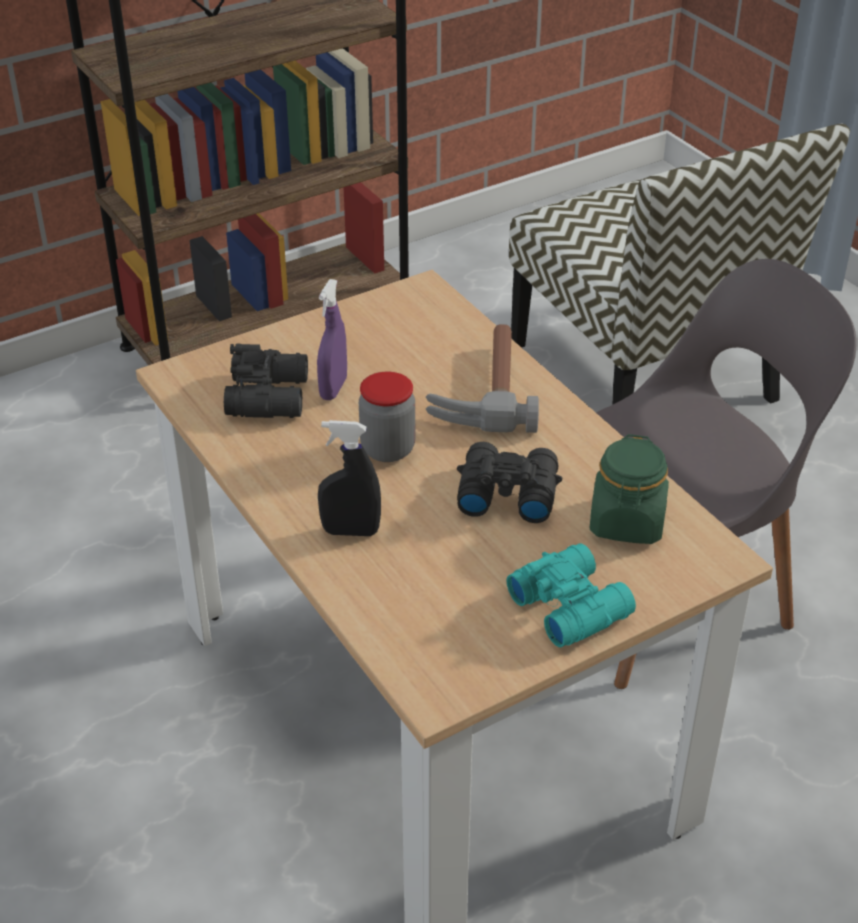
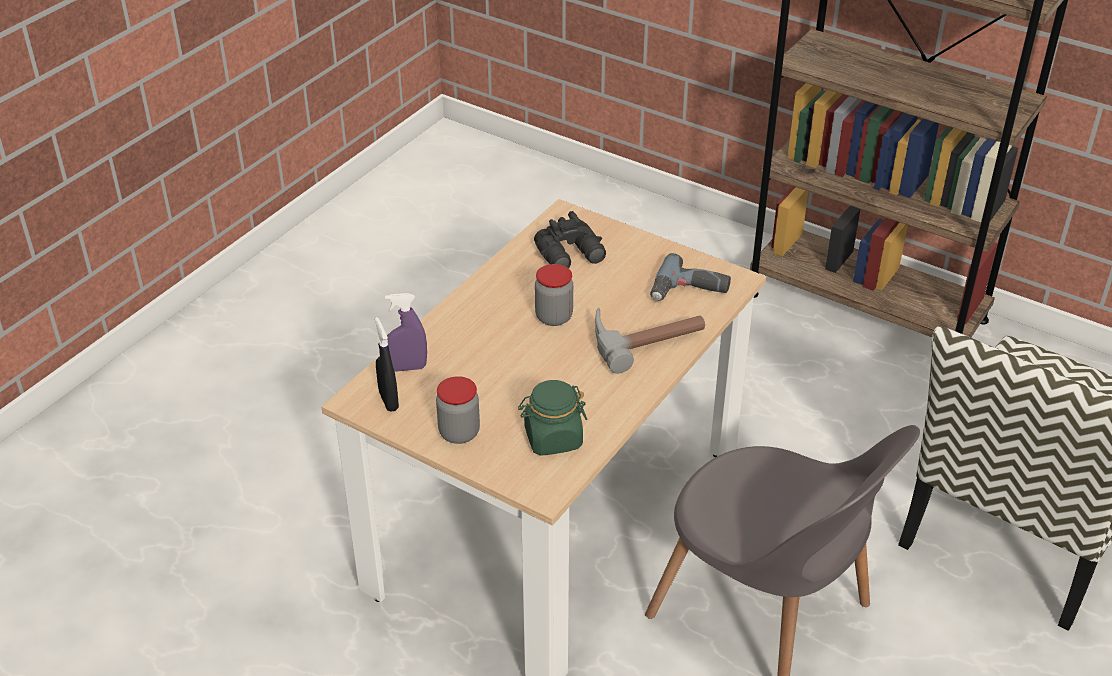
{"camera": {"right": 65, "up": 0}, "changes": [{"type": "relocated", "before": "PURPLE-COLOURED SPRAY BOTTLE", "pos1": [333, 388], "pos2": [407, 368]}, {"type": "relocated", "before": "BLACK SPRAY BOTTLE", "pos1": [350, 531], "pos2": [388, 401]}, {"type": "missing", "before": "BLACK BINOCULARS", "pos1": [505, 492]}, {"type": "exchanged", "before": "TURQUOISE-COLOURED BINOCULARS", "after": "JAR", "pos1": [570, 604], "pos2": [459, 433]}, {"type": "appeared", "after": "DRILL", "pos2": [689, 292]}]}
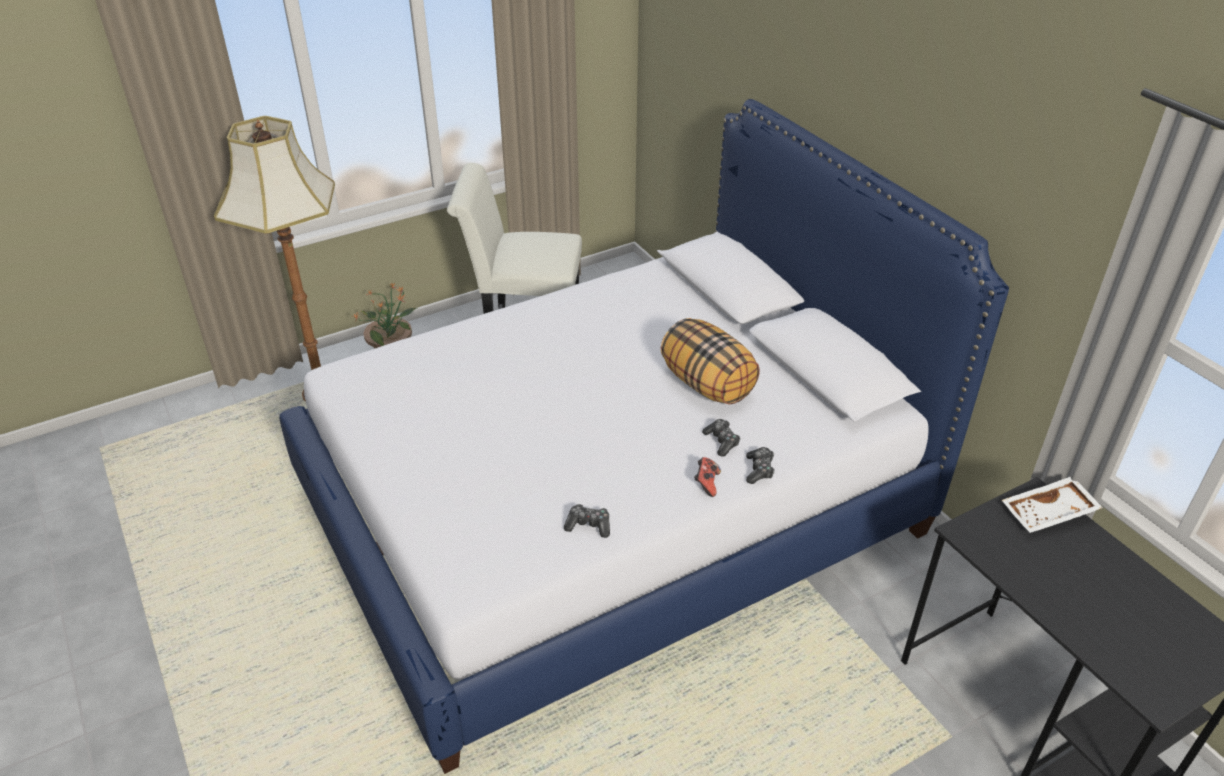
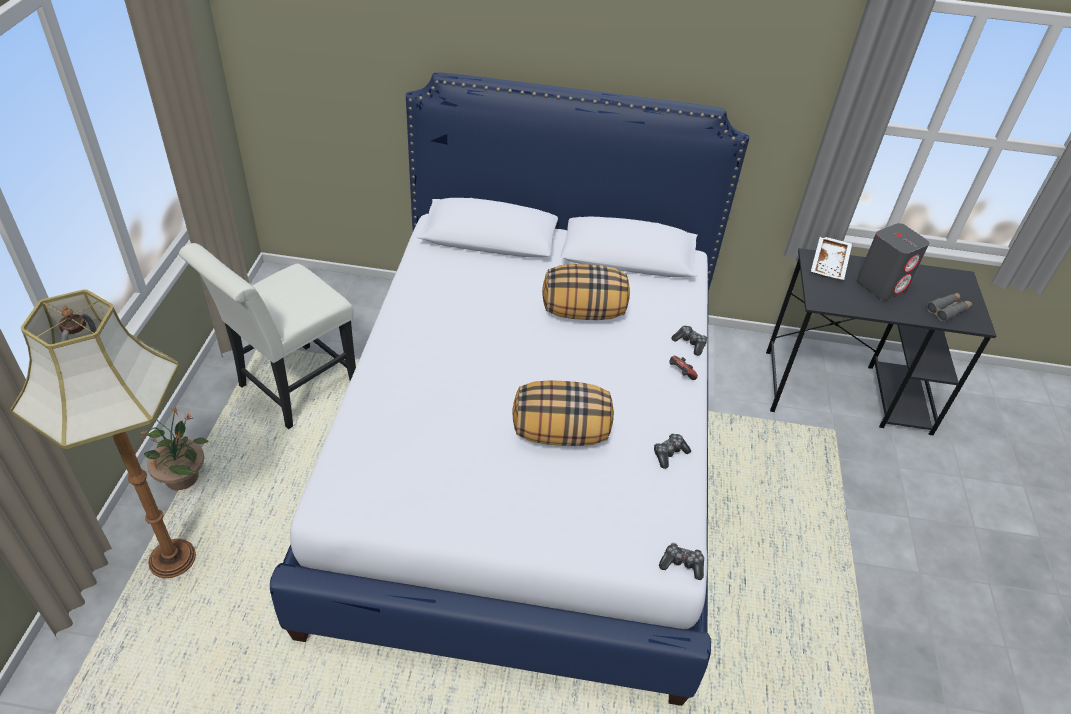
{"camera": {"right": -55, "up": 5}, "changes": [{"type": "relocated", "before": "JOYPAD", "pos1": [721, 441], "pos2": [682, 564]}, {"type": "appeared", "after": "CUSHION", "pos2": [561, 433]}, {"type": "appeared", "after": "GRAY LOUDSPEAKER", "pos2": [881, 285]}, {"type": "appeared", "after": "GRAY BINOCULARS", "pos2": [947, 310]}]}
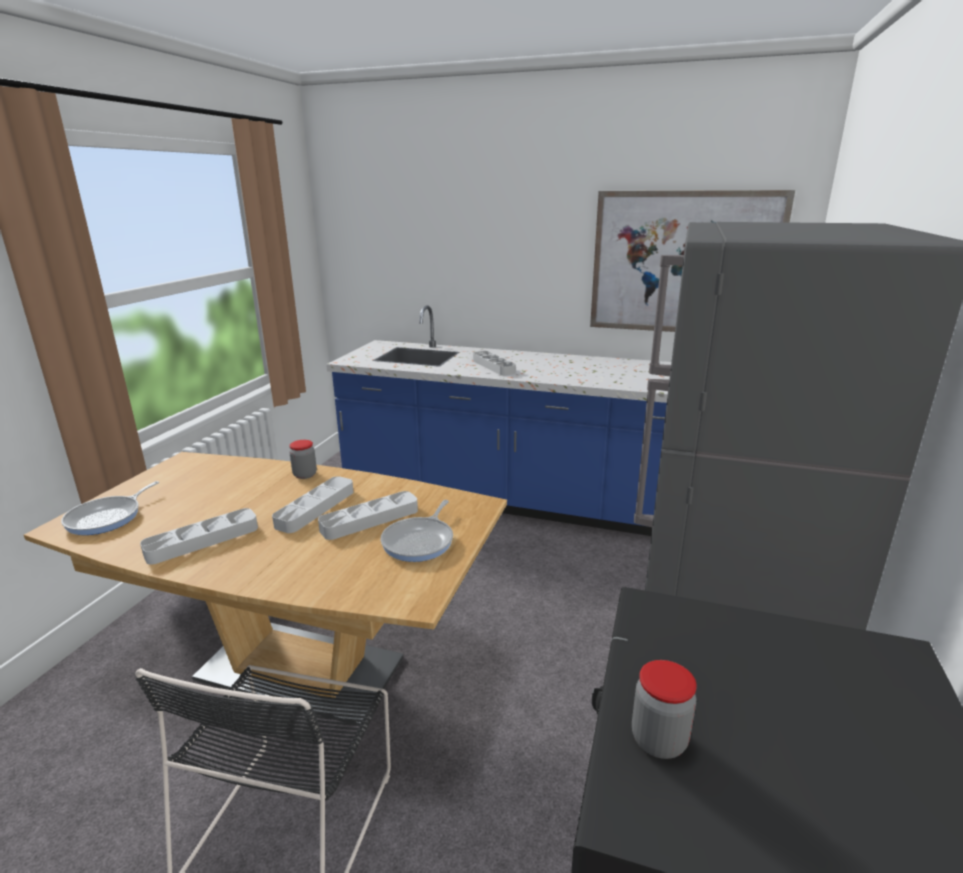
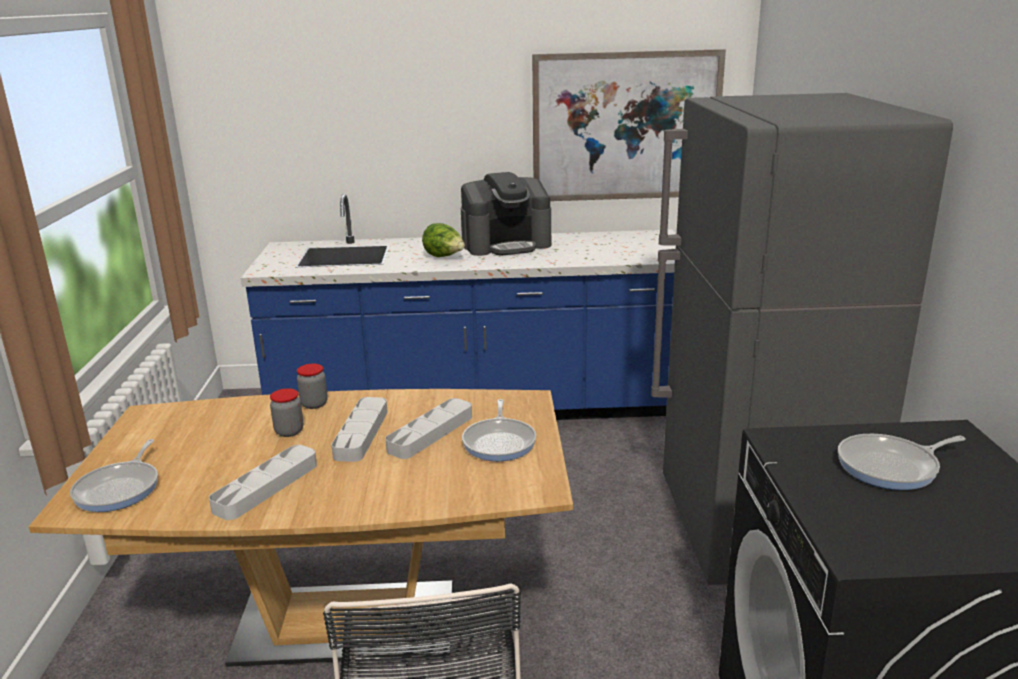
{"camera": {"right": -20, "up": 0}, "changes": [{"type": "exchanged", "before": "GRAY CARRYING TRAY", "after": "LETTUCE", "pos1": [493, 366], "pos2": [444, 257]}, {"type": "relocated", "before": "JAR", "pos1": [659, 740], "pos2": [289, 431]}, {"type": "appeared", "after": "COFFEE MACHINE", "pos2": [506, 245]}, {"type": "appeared", "after": "SKILLET", "pos2": [892, 467]}]}
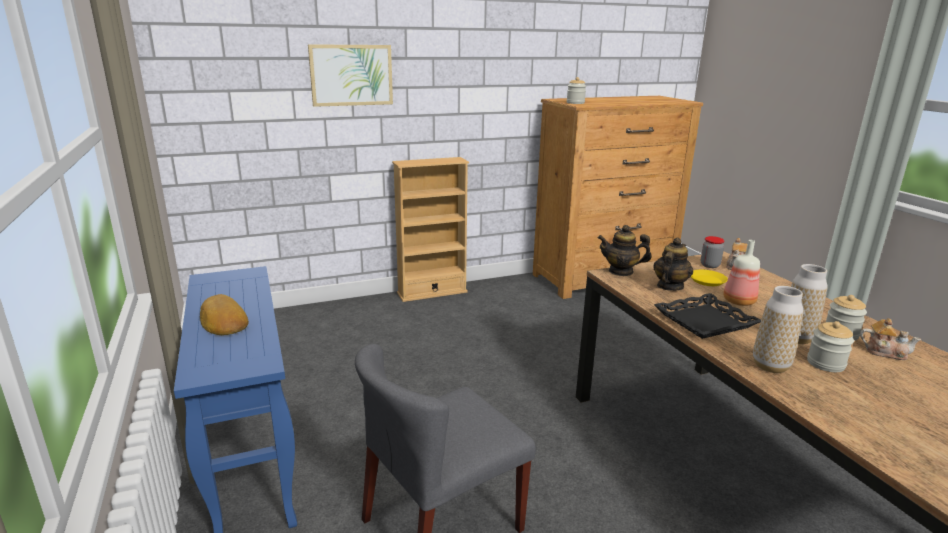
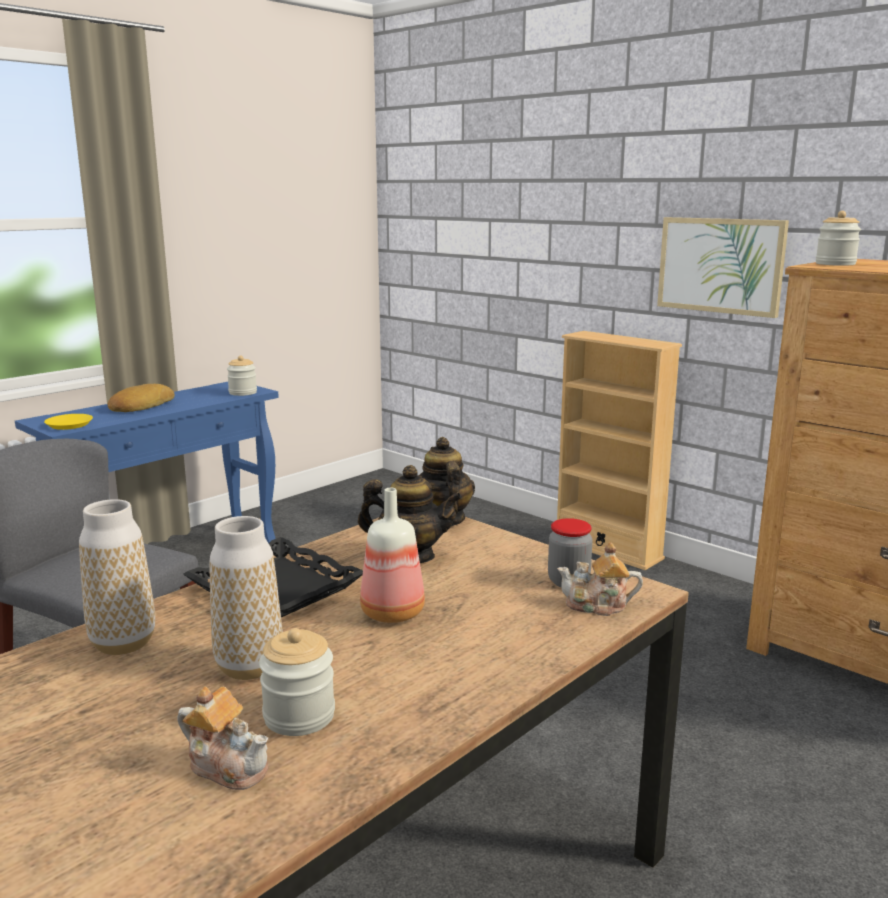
{"camera": {"right": 65, "up": -5}, "changes": [{"type": "relocated", "before": "WALL PICTURE", "pos1": [351, 75], "pos2": [720, 265]}, {"type": "relocated", "before": "YELLOW FLAT DISH", "pos1": [707, 281], "pos2": [69, 425]}, {"type": "relocated", "before": "JAR", "pos1": [825, 363], "pos2": [243, 393]}, {"type": "spun", "before": "TEAPOT", "pos1": [884, 352], "pos2": [228, 766], "turn": -60}]}
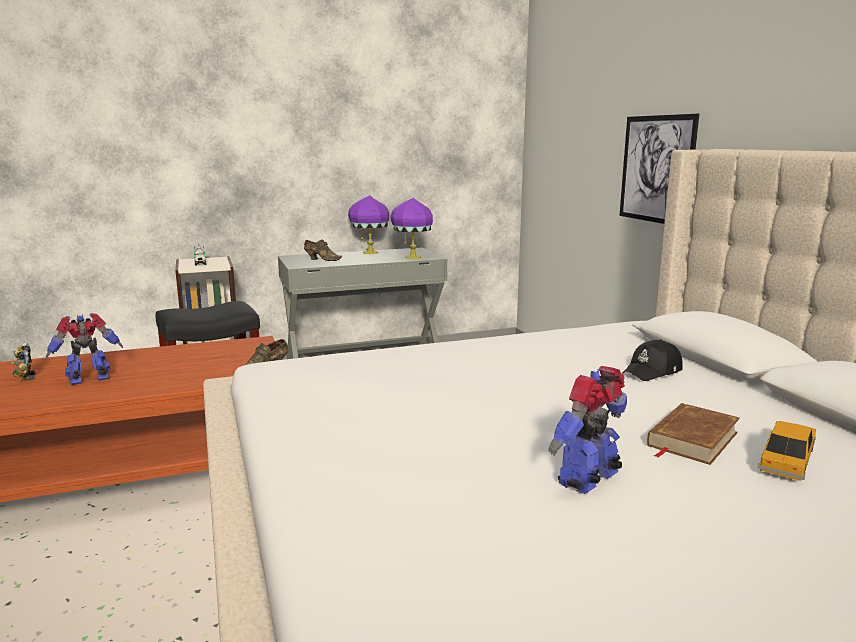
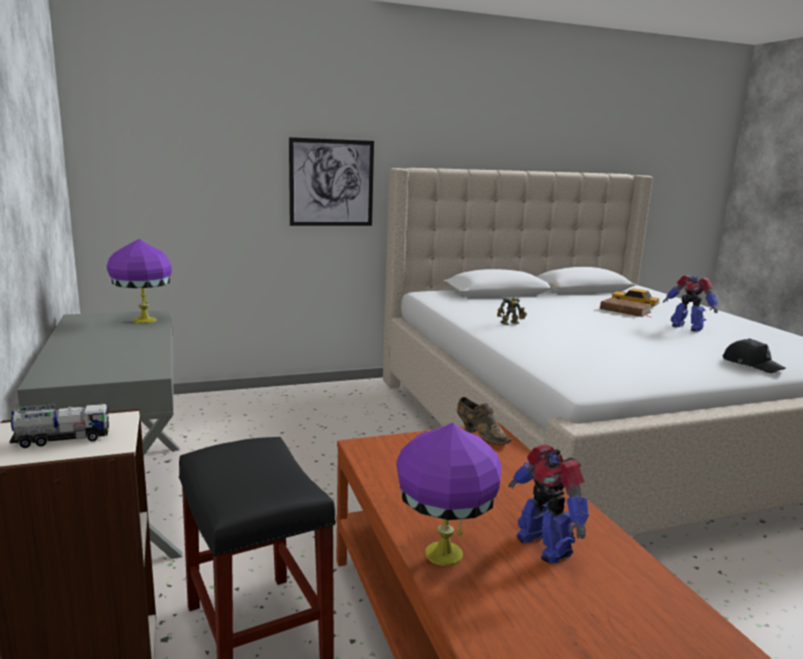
{"camera": {"right": -90, "up": 0}, "changes": [{"type": "relocated", "before": "ROBOT FIGURE", "pos1": [24, 377], "pos2": [511, 323]}, {"type": "missing", "before": "BROWN-COLOURED SHOE", "pos1": [321, 260]}, {"type": "relocated", "before": "PURPLE-COLOURED TABLE LAMP", "pos1": [369, 252], "pos2": [443, 555]}, {"type": "relocated", "before": "BLACK PEAKED CAP", "pos1": [653, 371], "pos2": [751, 364]}]}
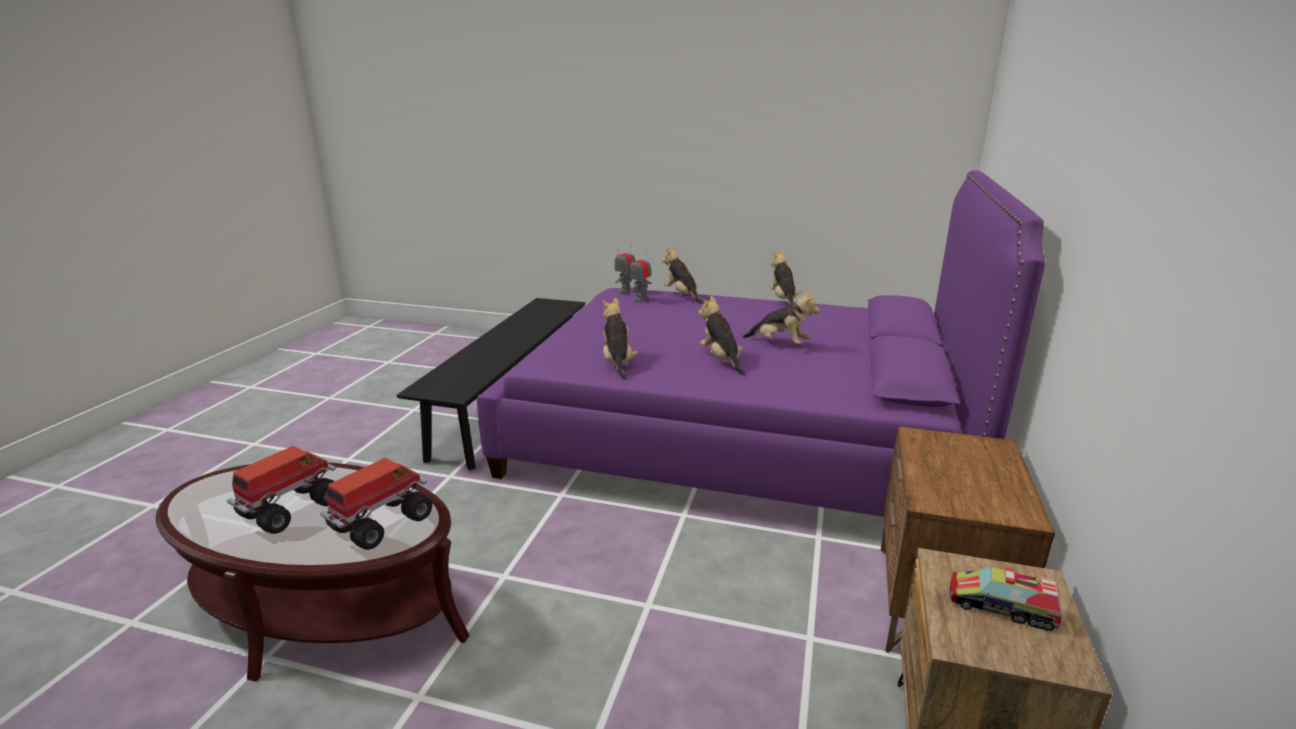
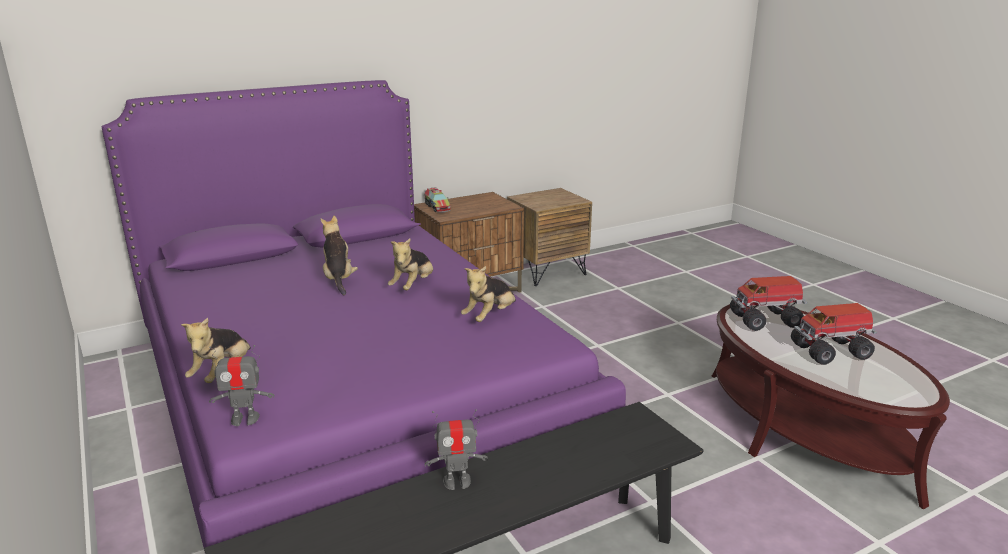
{"camera": {"right": -135, "up": 0}, "changes": [{"type": "relocated", "before": "ROBOT FIGURE", "pos1": [640, 299], "pos2": [457, 481]}, {"type": "missing", "before": "SOFT TOY", "pos1": [783, 300]}, {"type": "relocated", "before": "MODEL TRUCK", "pos1": [1001, 607], "pos2": [437, 207]}]}
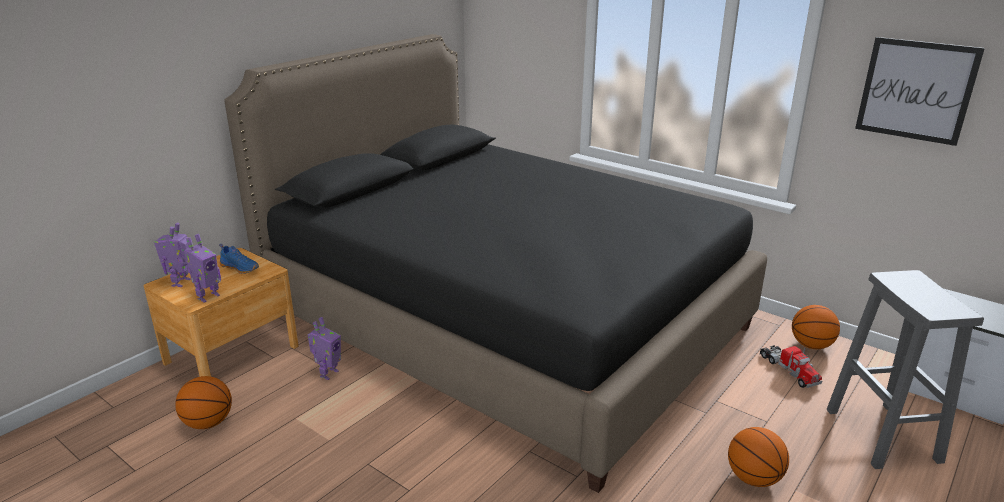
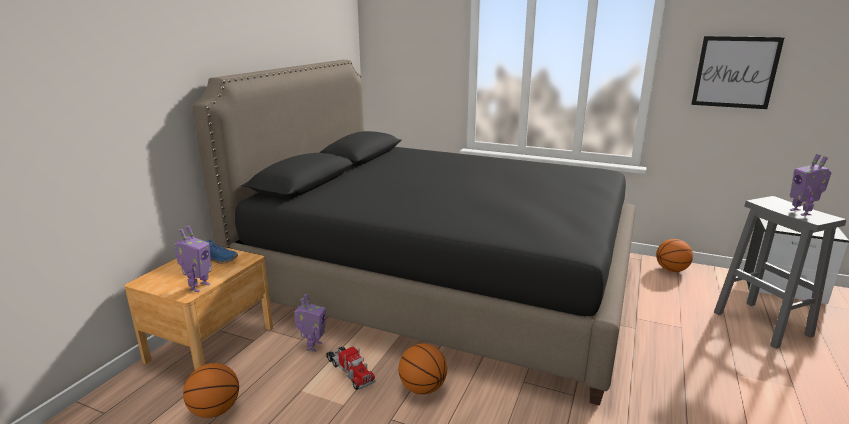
{"camera": {"right": -15, "up": -5}, "changes": [{"type": "relocated", "before": "ROBOT FIGURE", "pos1": [182, 282], "pos2": [801, 212]}, {"type": "relocated", "before": "BASKETBALL", "pos1": [753, 478], "pos2": [422, 388]}, {"type": "relocated", "before": "MODEL TRUCK", "pos1": [788, 370], "pos2": [349, 371]}]}
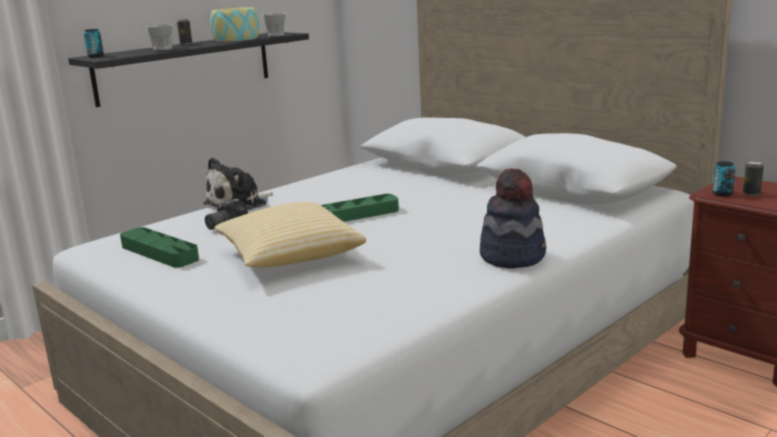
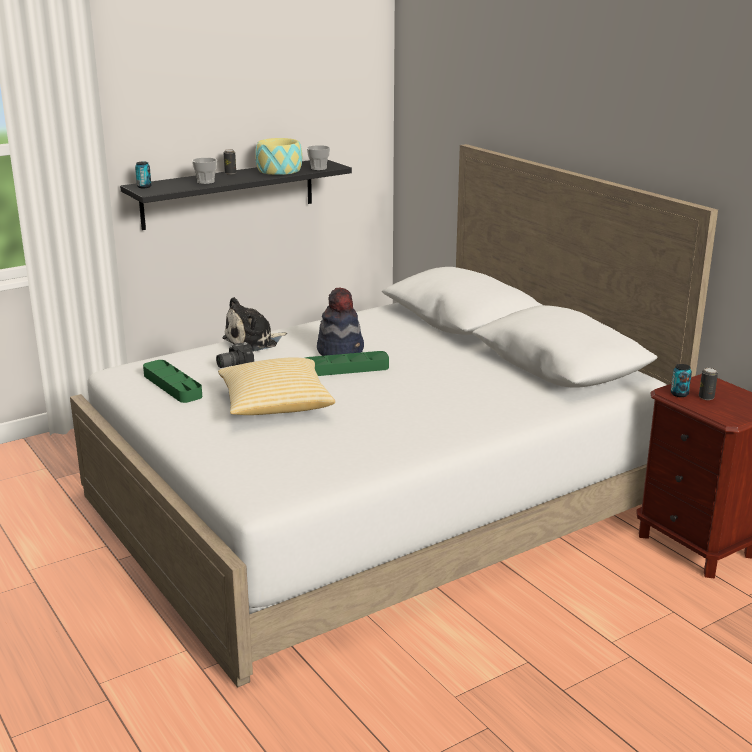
{"camera": {"right": 10, "up": 5}, "changes": [{"type": "relocated", "before": "CLOTHING HAT", "pos1": [512, 256], "pos2": [340, 350]}]}
